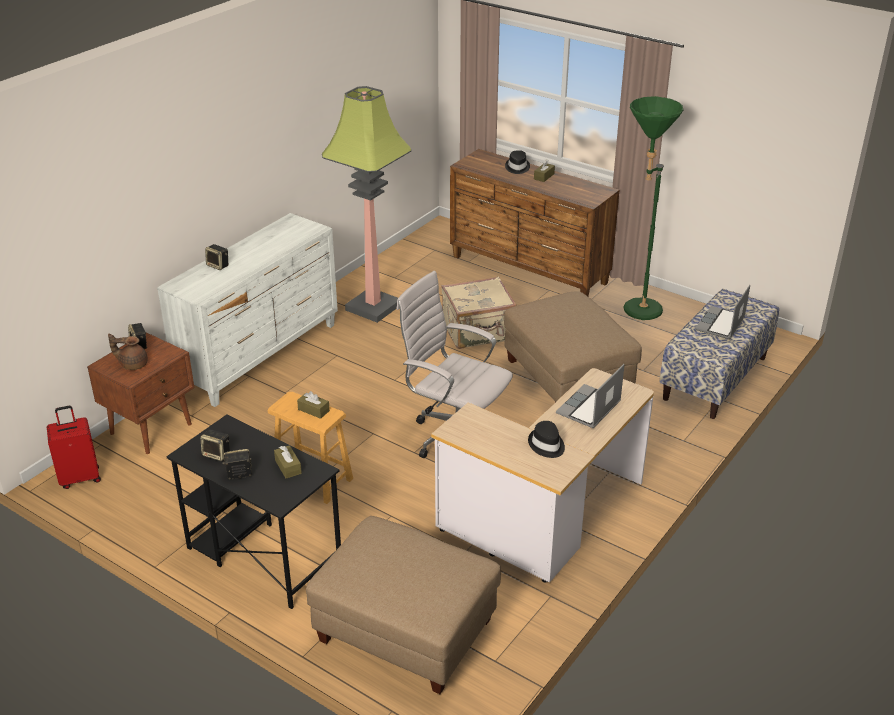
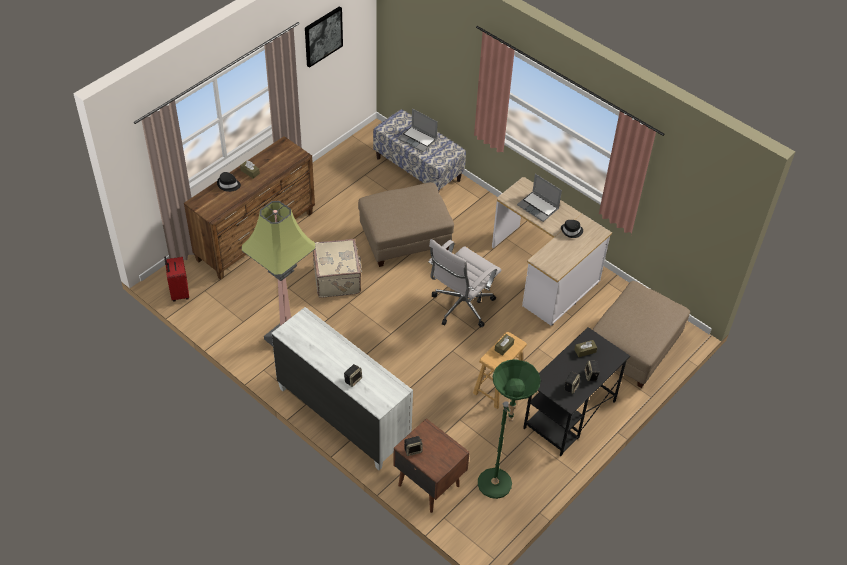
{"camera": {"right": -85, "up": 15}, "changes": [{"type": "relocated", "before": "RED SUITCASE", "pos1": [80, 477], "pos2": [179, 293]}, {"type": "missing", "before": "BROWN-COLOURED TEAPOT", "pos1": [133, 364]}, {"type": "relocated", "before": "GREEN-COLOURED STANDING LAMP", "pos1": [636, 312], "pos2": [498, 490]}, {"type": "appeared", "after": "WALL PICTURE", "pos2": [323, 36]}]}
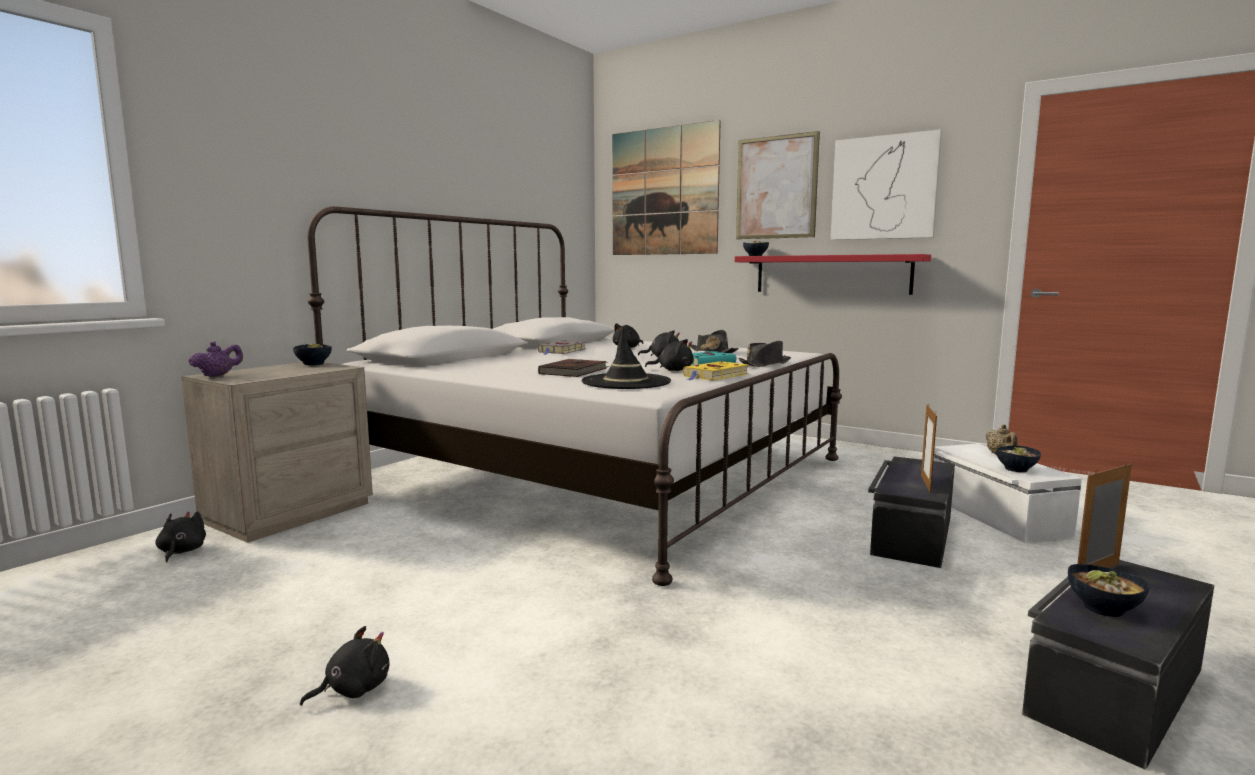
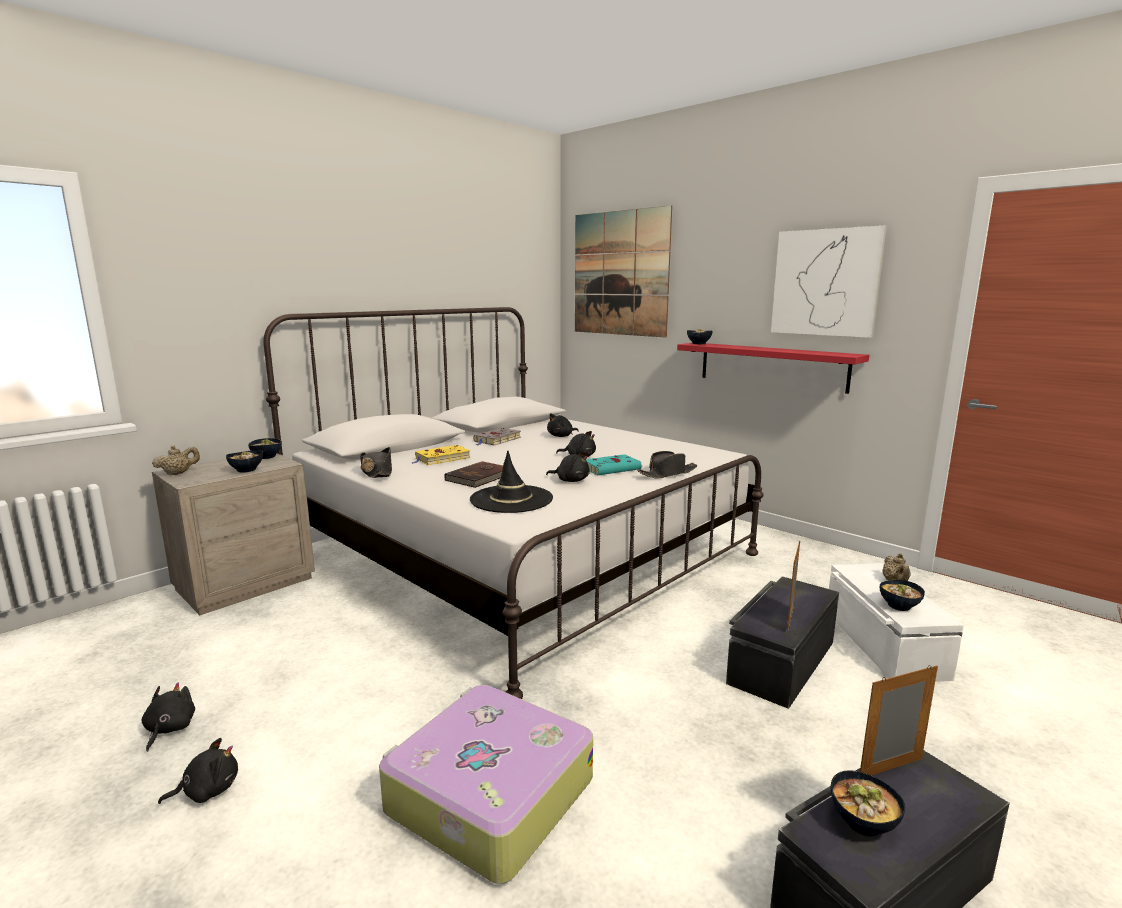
{"camera": {"right": 10, "up": 5}, "changes": [{"type": "relocated", "before": "BLACK SOFT TOY", "pos1": [181, 552], "pos2": [169, 729]}, {"type": "colour", "before": "PURPLE-COLOURED TEAPOT", "after": "BEIGE TEAPOT", "pos1": [218, 376], "pos2": [178, 473]}, {"type": "relocated", "before": "YELLOW BOUND BOOK", "pos1": [715, 376], "pos2": [441, 459]}, {"type": "relocated", "before": "BLACK CLOTHING HAT", "pos1": [712, 352], "pos2": [377, 472]}, {"type": "missing", "before": "WALL PICTURE", "pos1": [776, 187]}, {"type": "appeared", "after": "BOWL", "pos2": [247, 470]}, {"type": "appeared", "after": "SUITCASE", "pos2": [488, 795]}]}
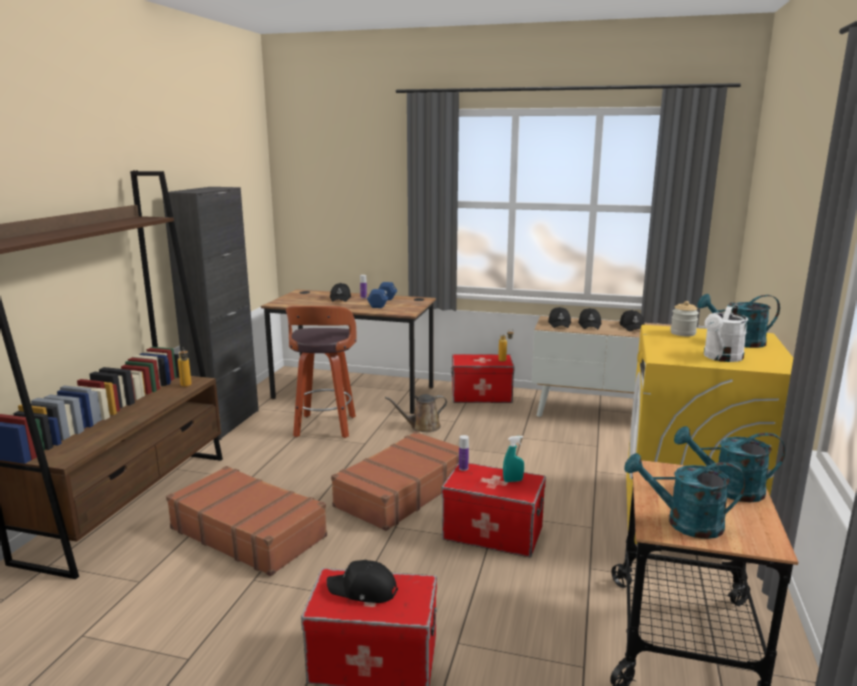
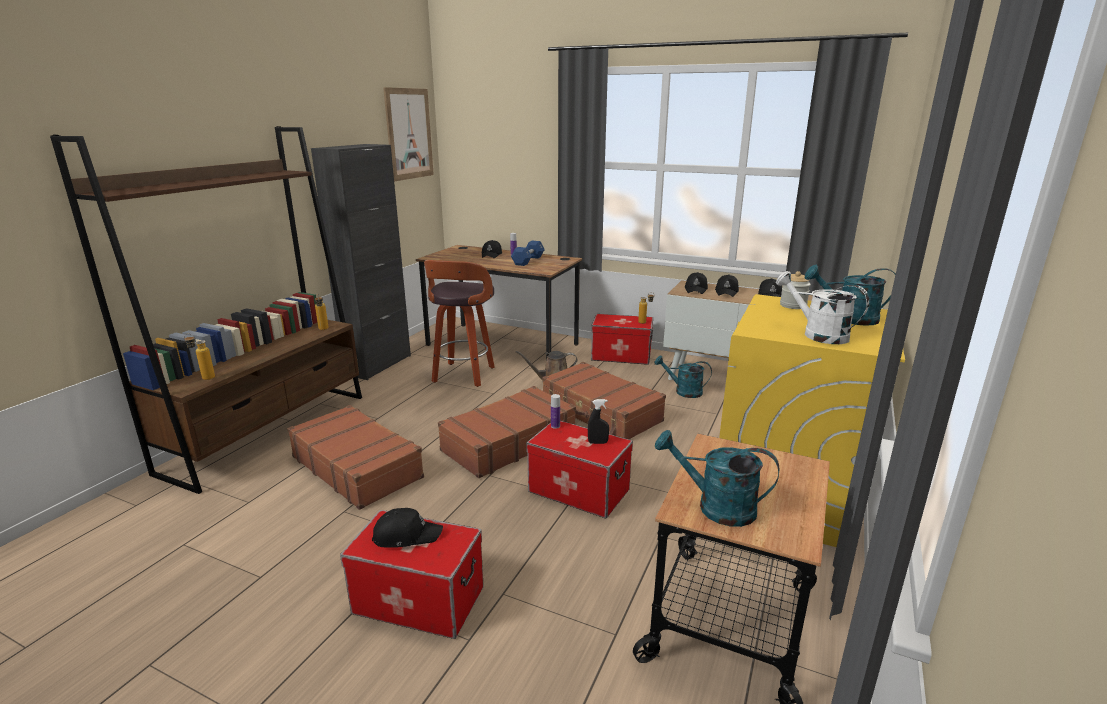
{"camera": {"right": 10, "up": 5}, "changes": [{"type": "spun", "before": "BLACK PEAKED CAP", "pos1": [363, 590], "pos2": [406, 535], "turn": 150}, {"type": "colour", "before": "TURQUOISE-COLOURED SPRAY BOTTLE", "after": "BLACK SPRAY BOTTLE", "pos1": [513, 480], "pos2": [598, 442]}, {"type": "relocated", "before": "TURQUOISE-COLOURED WATERING CAN", "pos1": [728, 489], "pos2": [683, 391]}, {"type": "spun", "before": "WHITE-COLOURED WATERING CAN", "pos1": [721, 358], "pos2": [817, 334], "turn": 90}, {"type": "appeared", "after": "BEVERAGE BOTTLE", "pos2": [204, 377]}, {"type": "appeared", "after": "WALL PICTURE", "pos2": [409, 134]}, {"type": "appeared", "after": "BROWN-COLOURED SUITCASE", "pos2": [600, 412]}]}
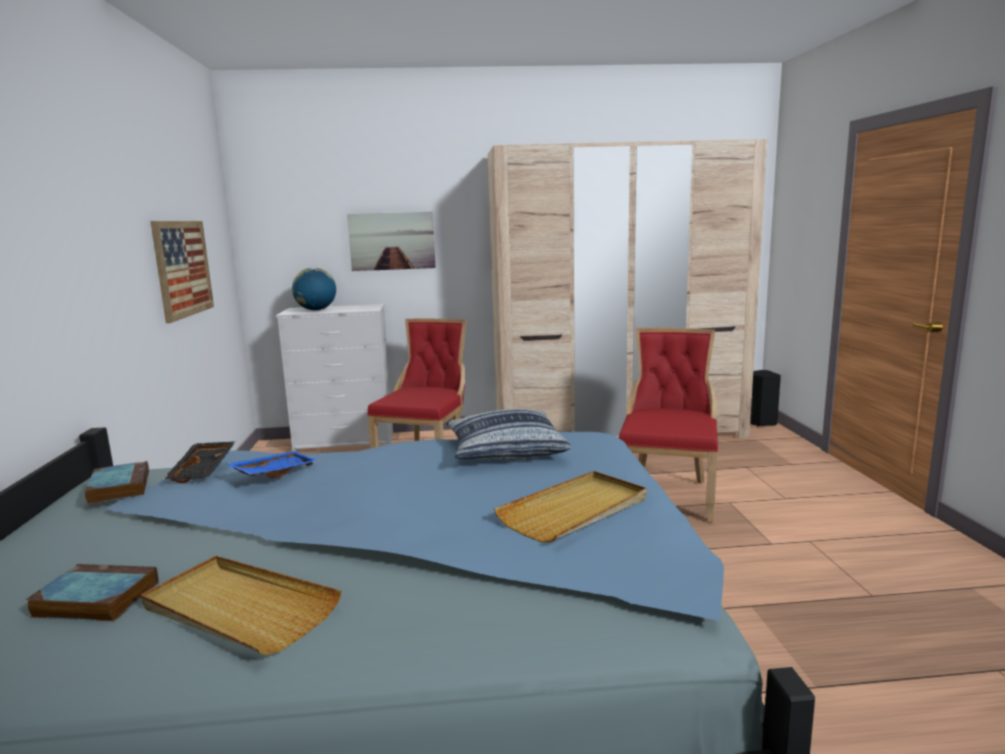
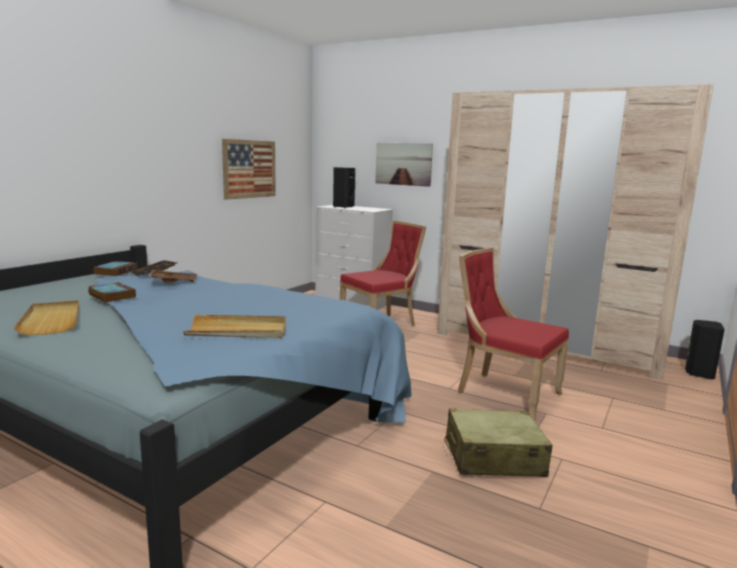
{"camera": {"right": 35, "up": 0}, "changes": [{"type": "relocated", "before": "BOUND BOOK", "pos1": [94, 600], "pos2": [111, 295]}, {"type": "colour", "before": "BLUISH CARRYING TRAY", "after": "BROWN-COLOURED CARRYING TRAY", "pos1": [274, 473], "pos2": [174, 281]}, {"type": "exchanged", "before": "DESK GLOBE", "after": "BLACK LOUDSPEAKER", "pos1": [316, 310], "pos2": [343, 207]}, {"type": "missing", "before": "CUSHION", "pos1": [505, 450]}, {"type": "spun", "before": "RED PLAIN CHAIR", "pos1": [668, 495], "pos2": [504, 393], "turn": -105}, {"type": "appeared", "after": "BEIGE SUITCASE", "pos2": [493, 457]}]}
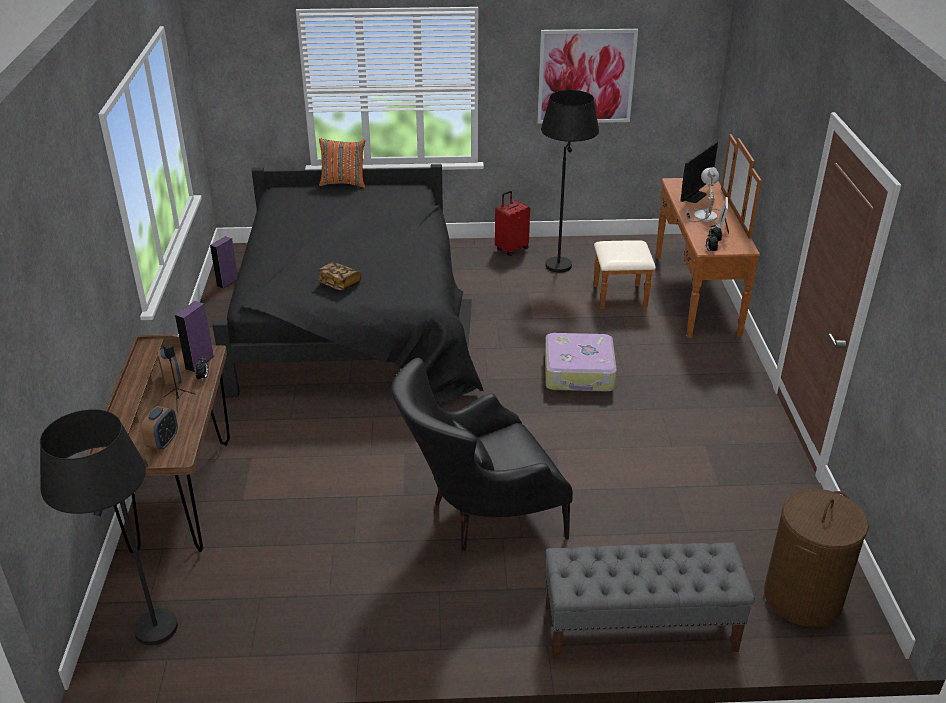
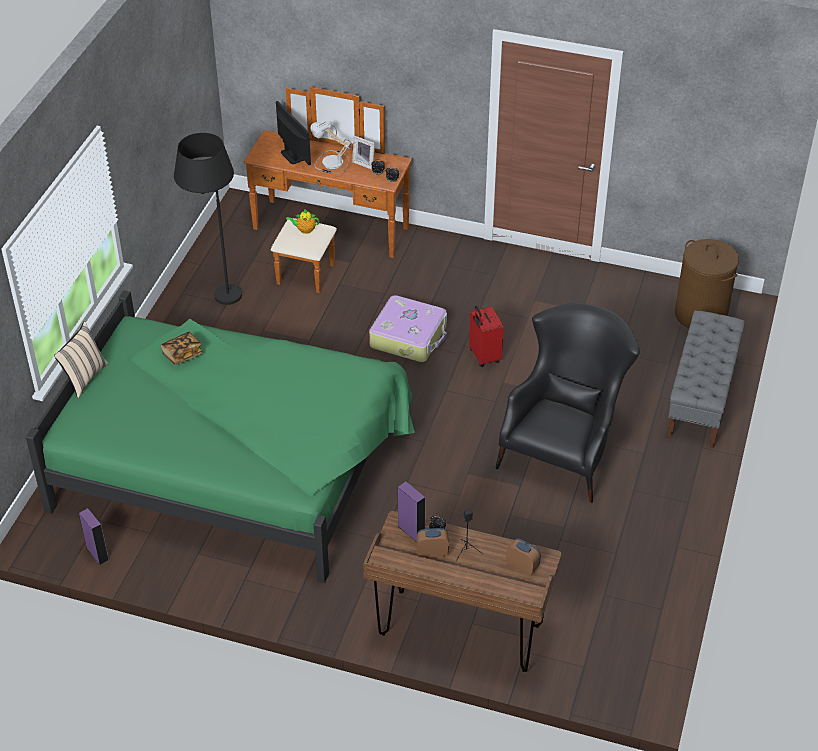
{"camera": {"right": -70, "up": 10}, "changes": [{"type": "missing", "before": "BLACK STANDING LAMP", "pos1": [142, 646]}, {"type": "colour", "before": "BLACK BED", "after": "GREEN-COLOURED BED", "pos1": [356, 318], "pos2": [236, 462]}, {"type": "relocated", "before": "BOUND BOOK", "pos1": [339, 284], "pos2": [182, 354]}, {"type": "colour", "before": "ORANGE-COLOURED CUSHION", "after": "BEIGE CUSHION", "pos1": [343, 183], "pos2": [84, 377]}, {"type": "spun", "before": "BLACK EASY CHAIR", "pos1": [479, 517], "pos2": [564, 448], "turn": -150}, {"type": "relocated", "before": "RED SUITCASE", "pos1": [511, 249], "pos2": [483, 356]}, {"type": "missing", "before": "WALL PICTURE", "pos1": [586, 76]}, {"type": "appeared", "after": "TEAPOT", "pos2": [304, 230]}]}
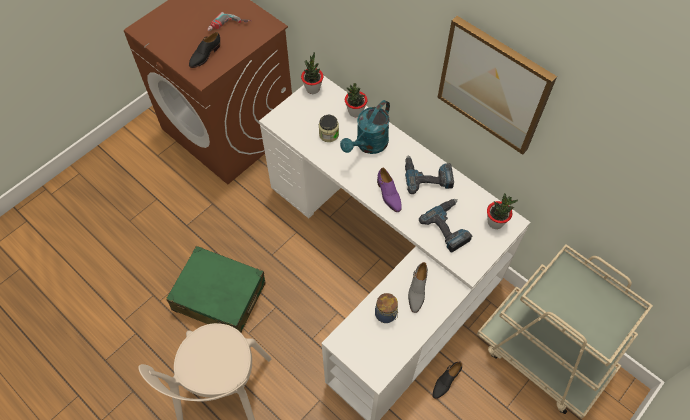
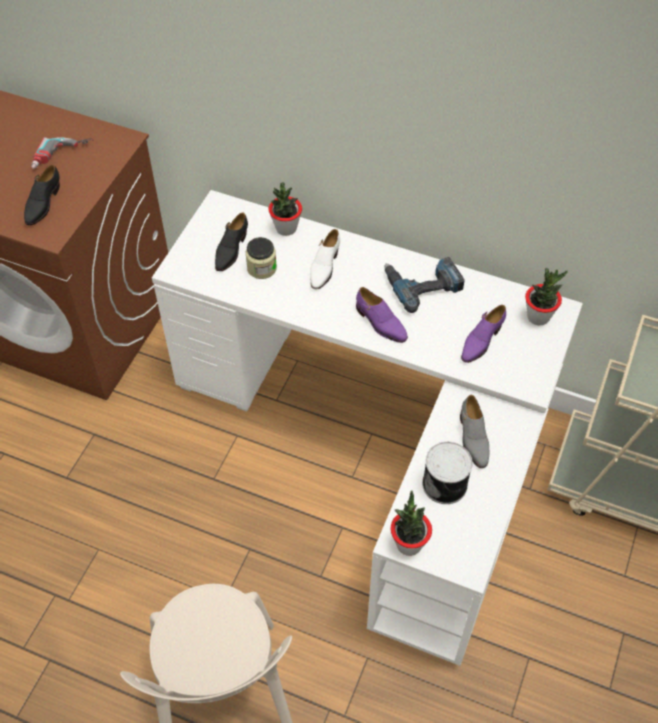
{"camera": {"right": -20, "up": -5}, "changes": [{"type": "missing", "before": "GREEN-COLOURED SUITCASE", "pos1": [219, 296]}, {"type": "relocated", "before": "POTTED PLANT", "pos1": [313, 89], "pos2": [408, 544]}, {"type": "exchanged", "before": "TURQUOISE-COLOURED WATERING CAN", "after": "WHITE-COLOURED SHOE", "pos1": [368, 145], "pos2": [324, 267]}, {"type": "exchanged", "before": "JAR", "after": "METAL CAN", "pos1": [386, 314], "pos2": [446, 483]}, {"type": "exchanged", "before": "DRILL", "after": "PURPLE-COLOURED SHOE", "pos1": [449, 227], "pos2": [481, 340]}, {"type": "relocated", "before": "BLACK SHOE", "pos1": [445, 381], "pos2": [231, 250]}, {"type": "missing", "before": "WALL PICTURE", "pos1": [493, 85]}]}
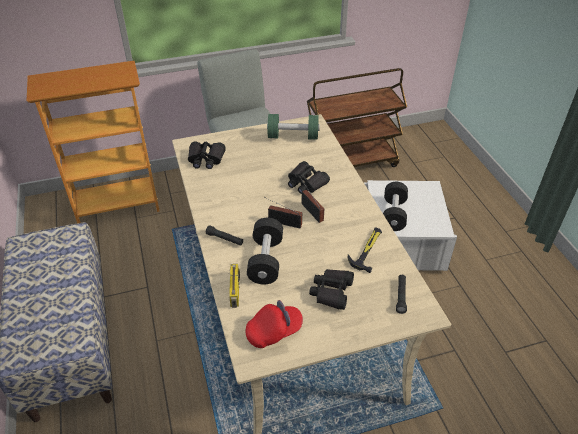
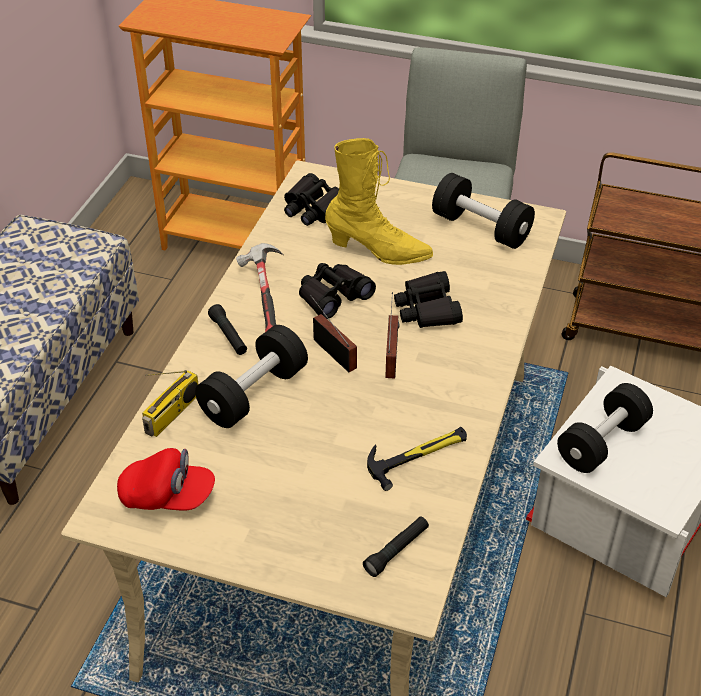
{"camera": {"right": 35, "up": 0}, "changes": [{"type": "colour", "before": "GREEN-COLOURED HAND WEIGHT", "after": "BLACK HAND WEIGHT", "pos1": [293, 136], "pos2": [481, 228]}, {"type": "relocated", "before": "BLACK BINOCULARS", "pos1": [331, 292], "pos2": [333, 296]}, {"type": "appeared", "after": "HAMMER", "pos2": [265, 299]}, {"type": "appeared", "after": "YELLOW BOOT", "pos2": [378, 251]}]}
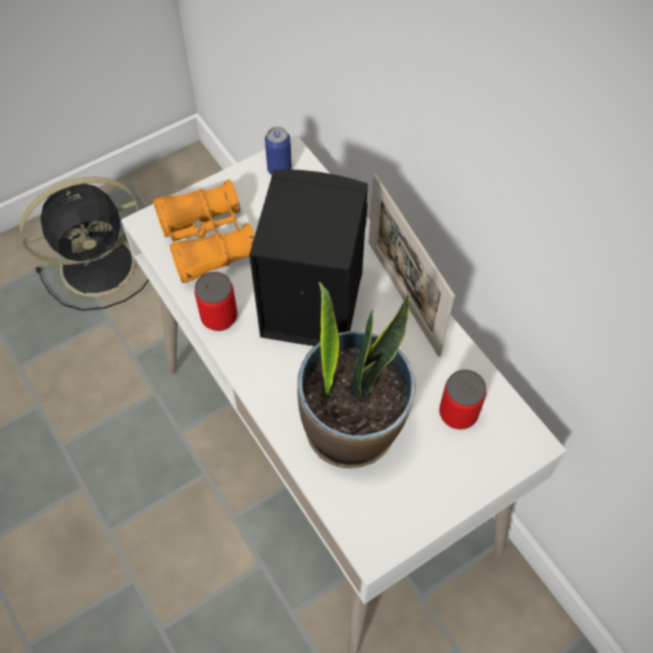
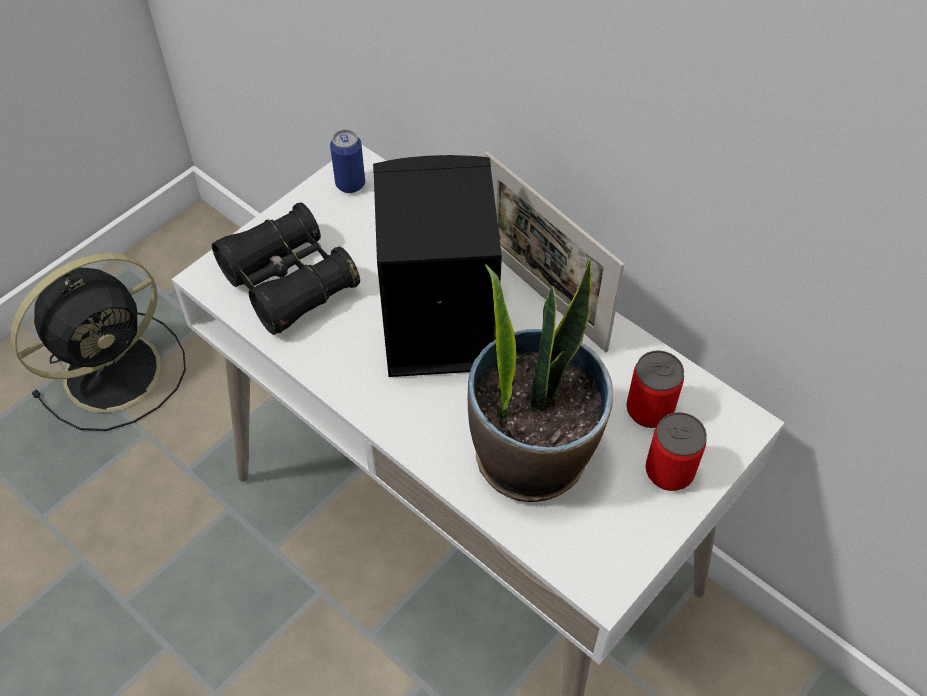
{"camera": {"right": -15, "up": -5}, "changes": [{"type": "colour", "before": "ORANGE-COLOURED BINOCULARS", "after": "BLACK BINOCULARS", "pos1": [207, 241], "pos2": [288, 282]}, {"type": "relocated", "before": "METAL CAN", "pos1": [219, 317], "pos2": [669, 471]}]}
